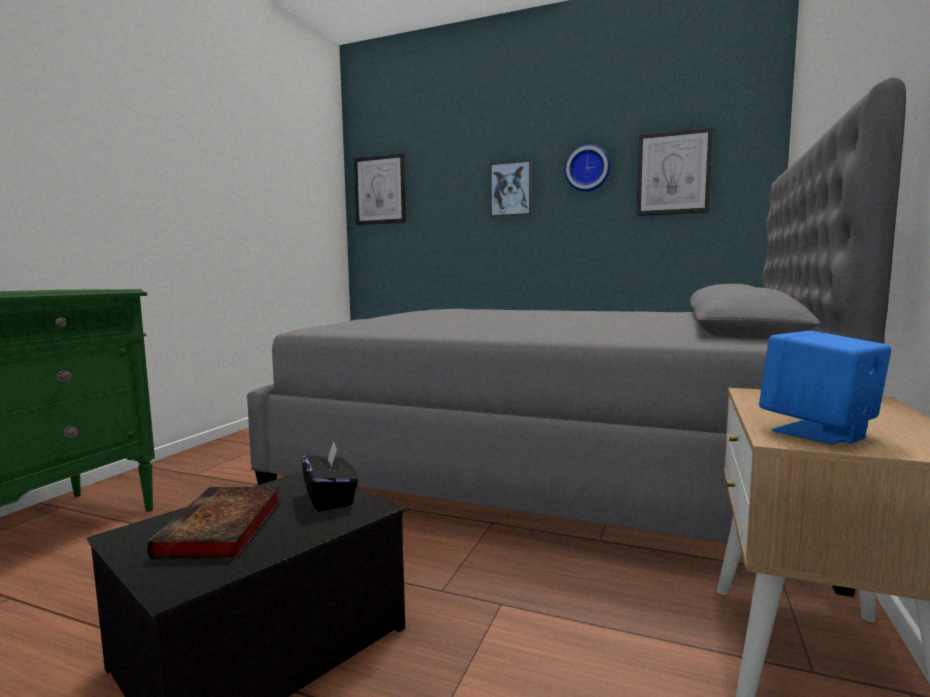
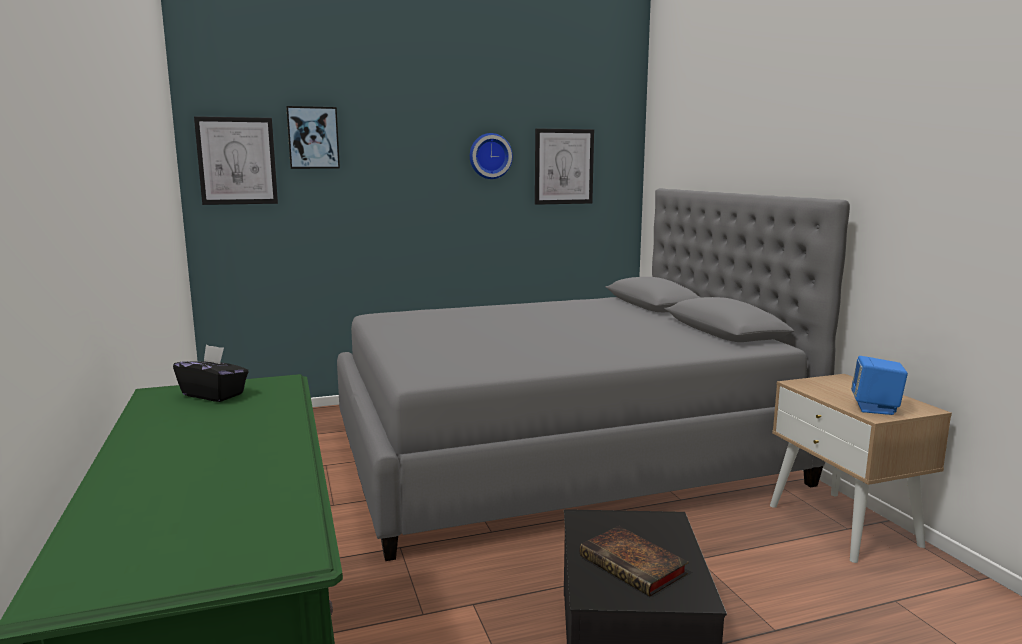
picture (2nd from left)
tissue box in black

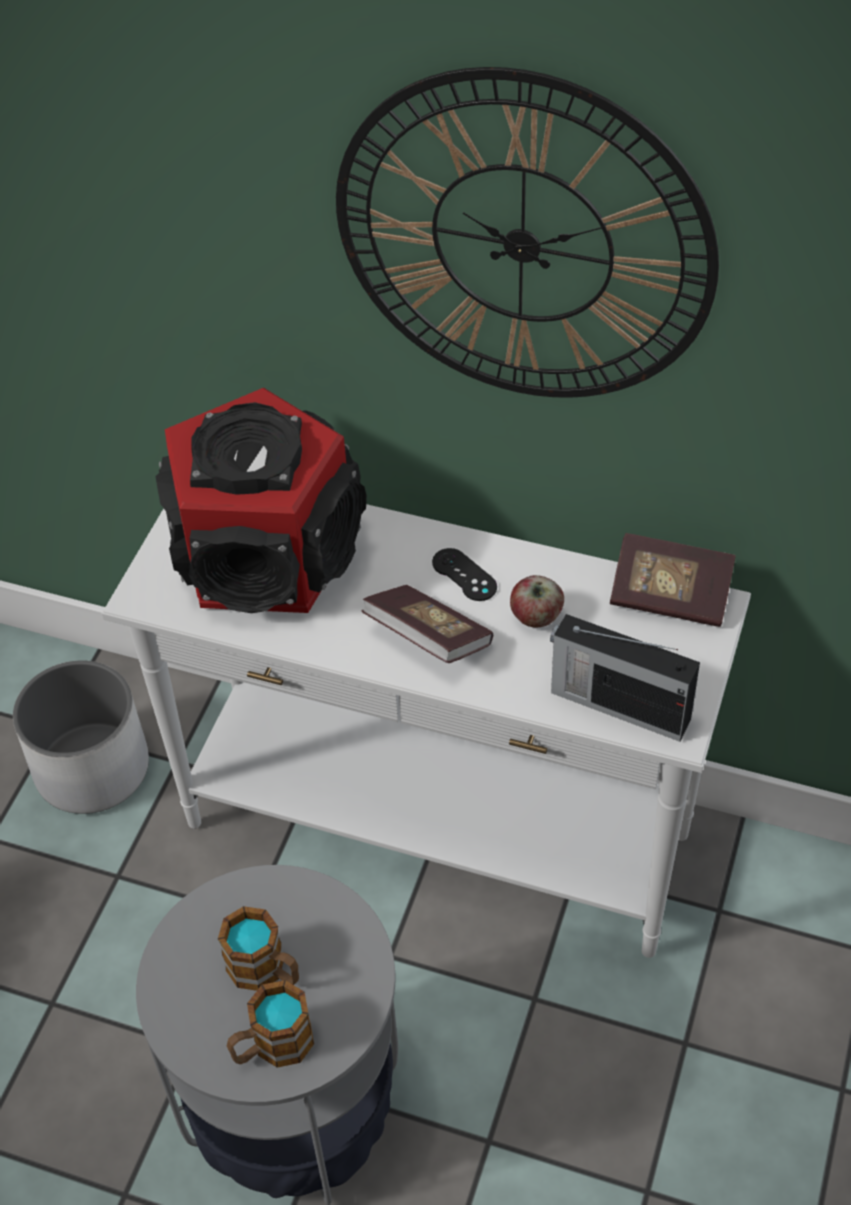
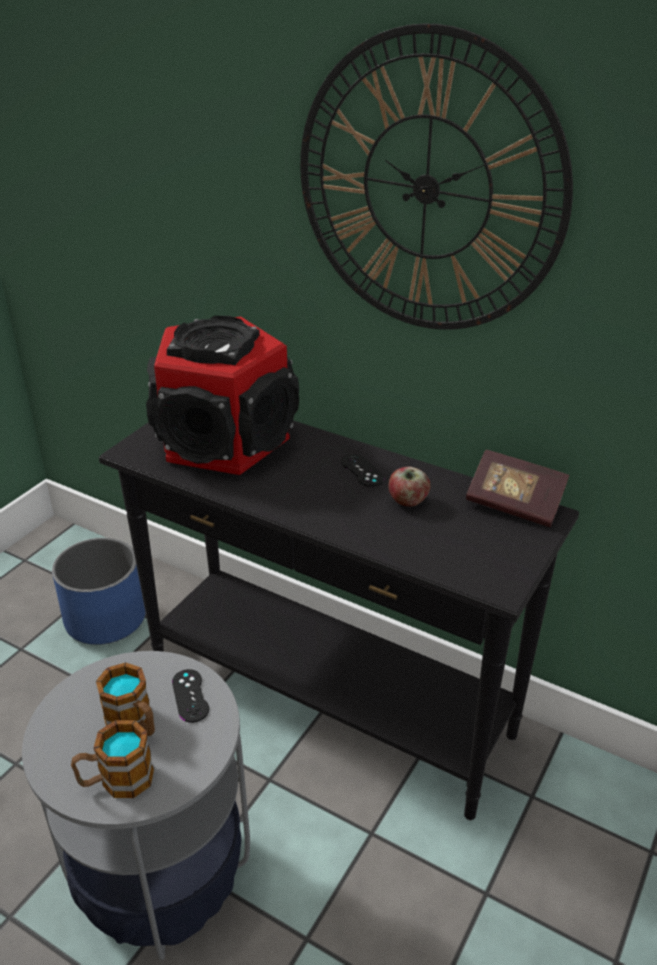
console table in black
book (1st from left in the first image)
radio
planter in blue
game controller in black (1st from left)

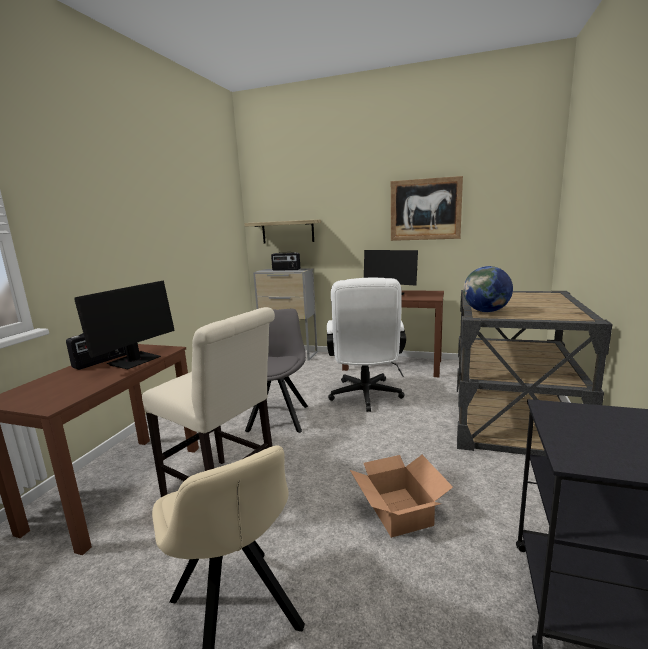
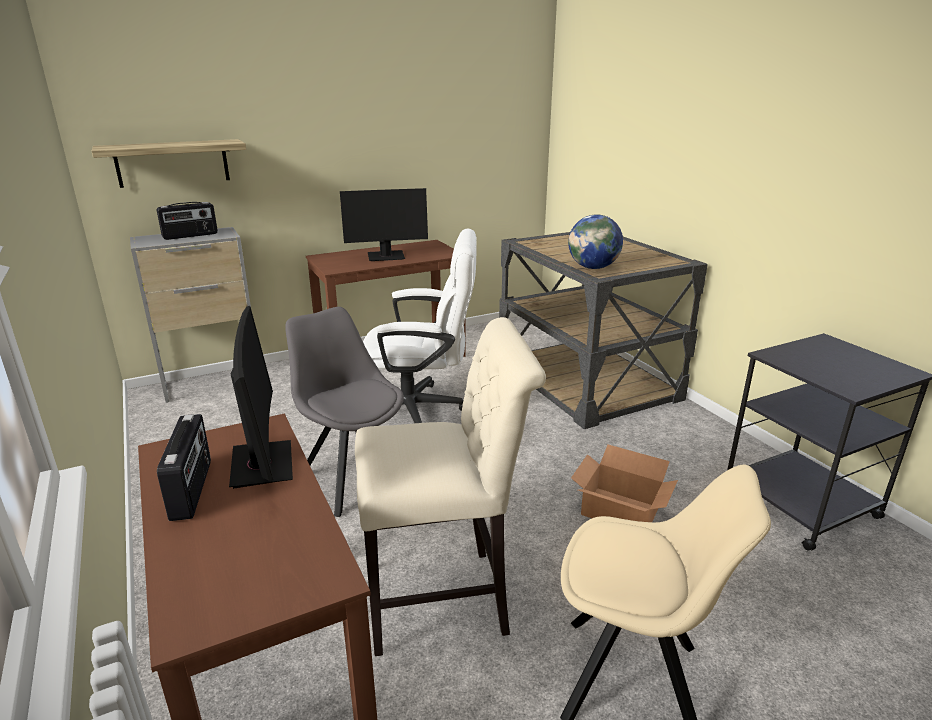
picture
office chair in white

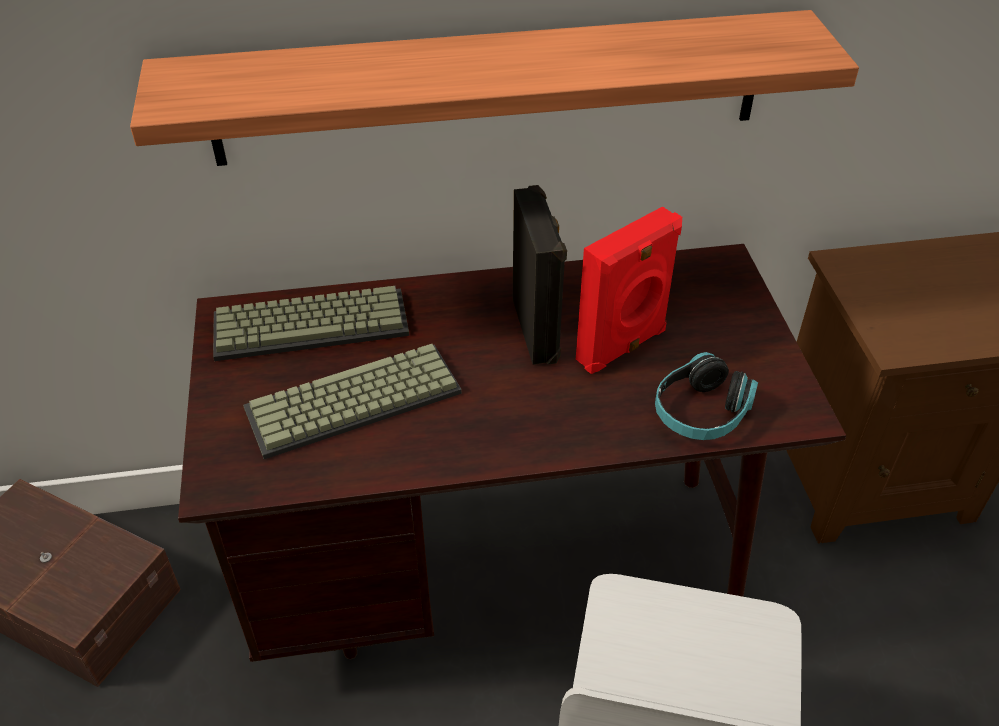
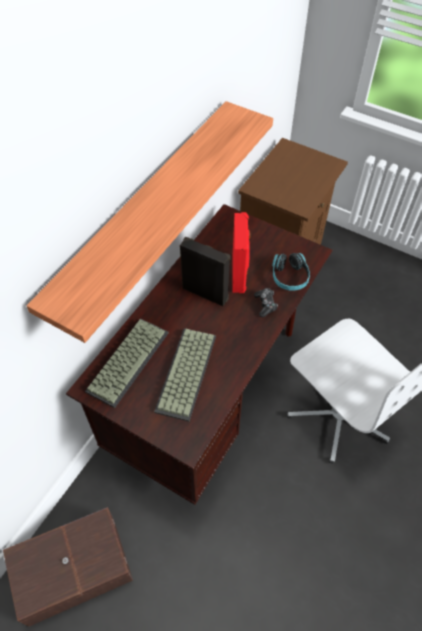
game controller

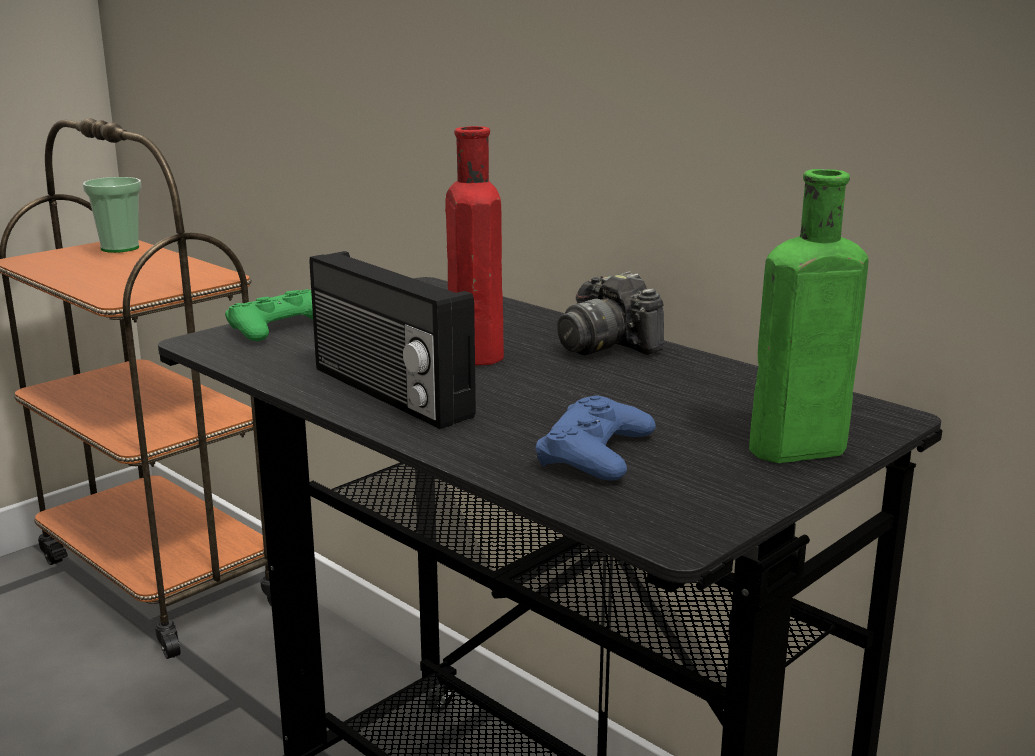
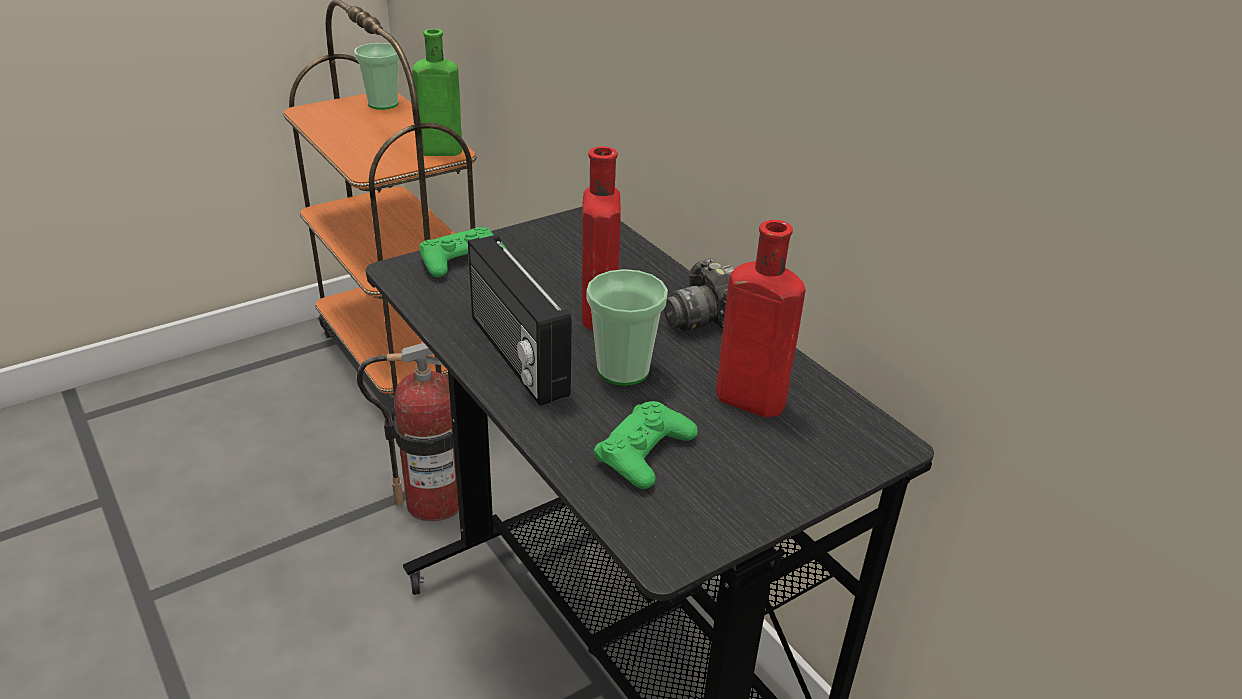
bottle in green
game controller in green (2nd from left)
bottle in red (2nd from left)
cup (2nd from left)
fire extinguisher

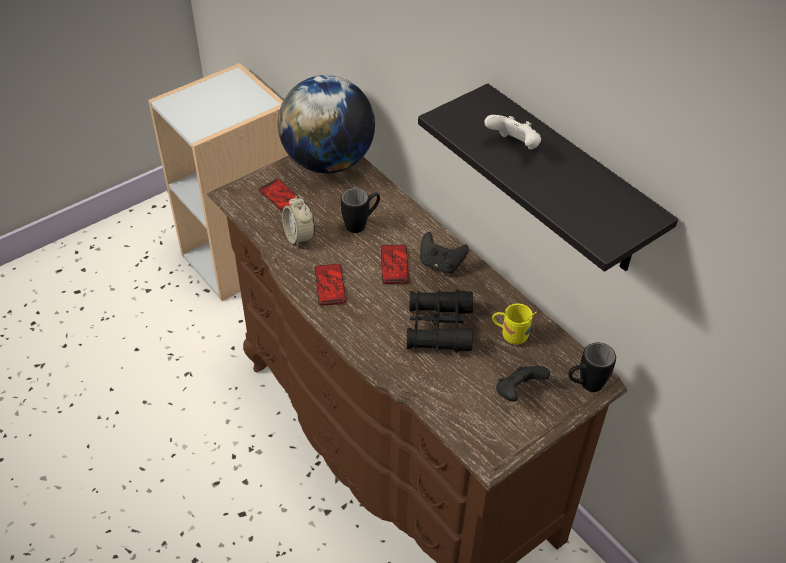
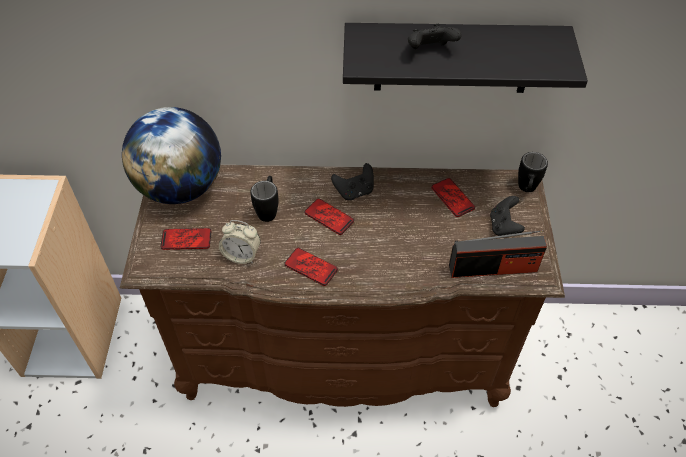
game controller in black (2nd from left)
binoculars in black
phone (4th from left)
radio

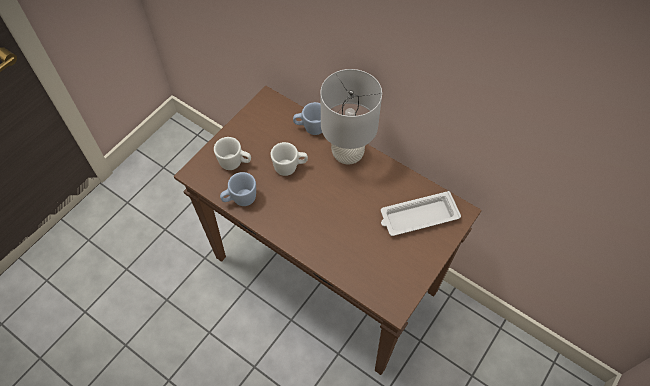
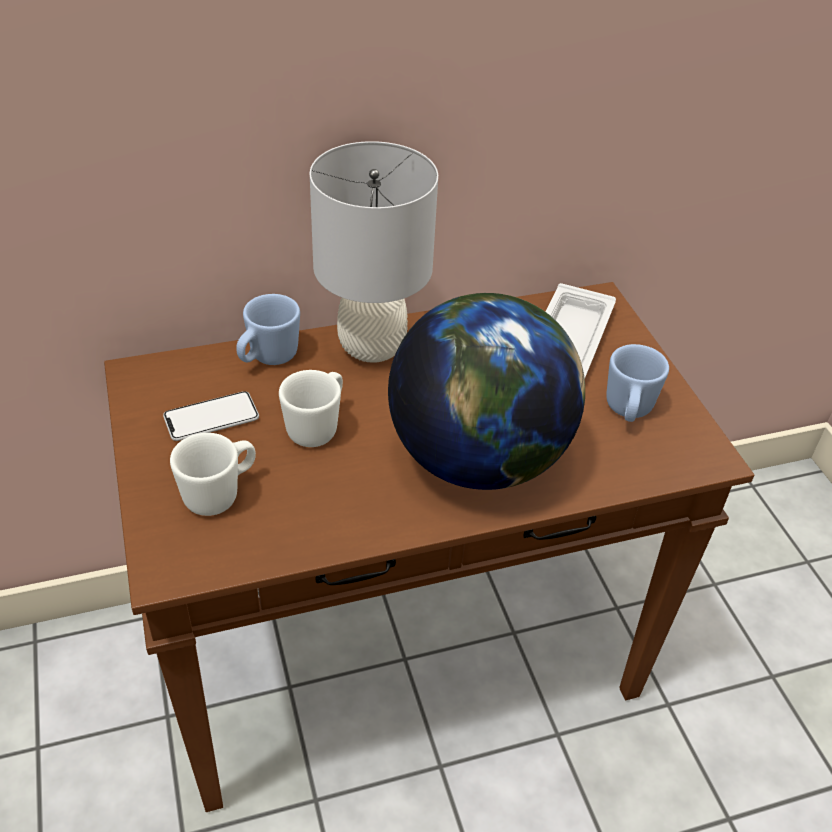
mug in blue (2nd from left)
globe
phone

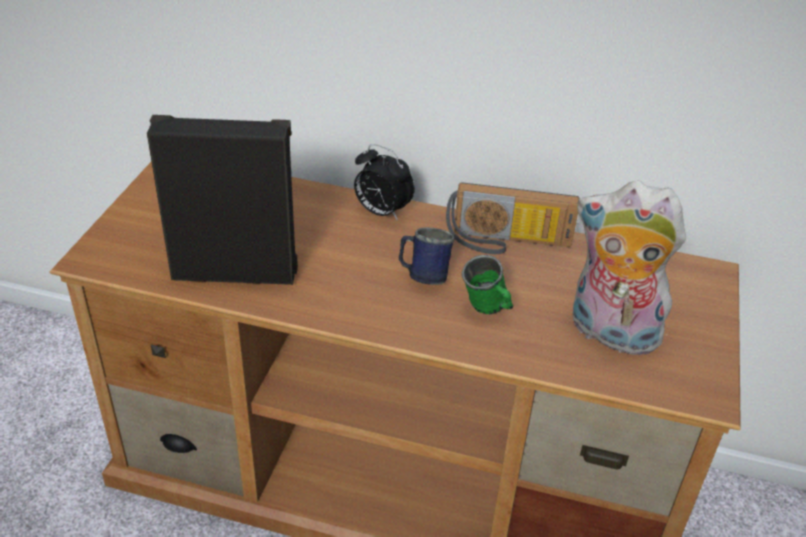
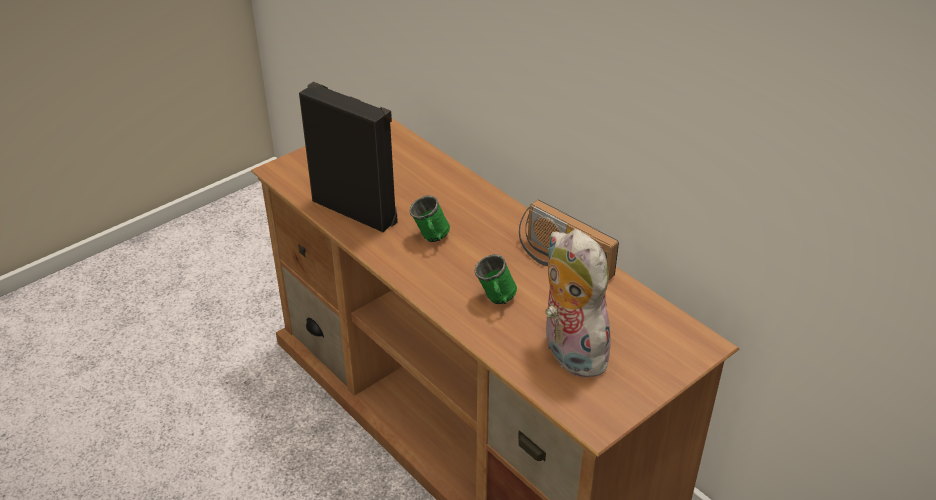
alarm clock
mug in blue
mug in green (1st from left)

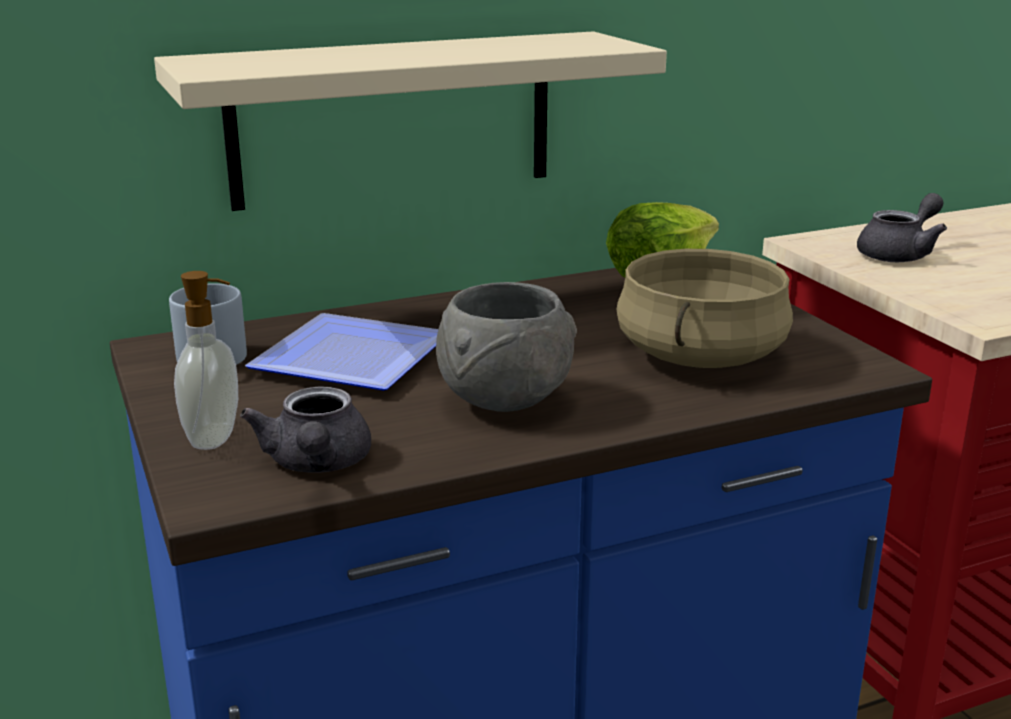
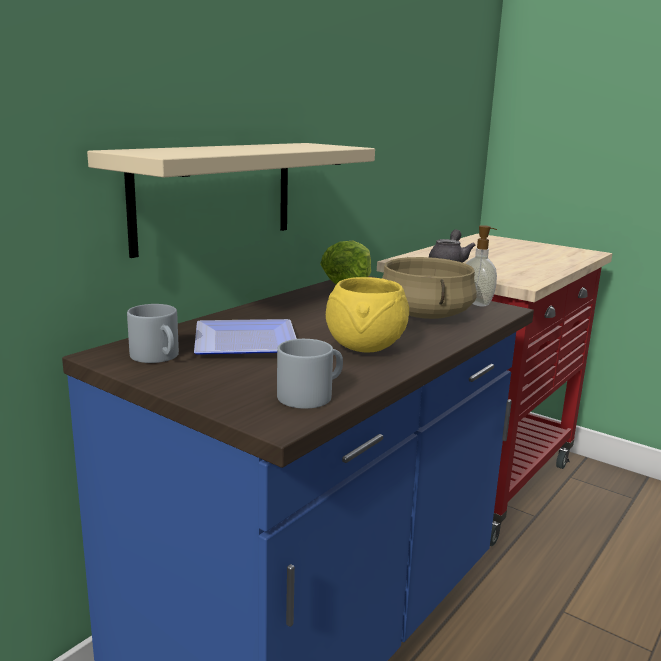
soap dispenser
bowl in yellow
mug in grey (2nd from left)

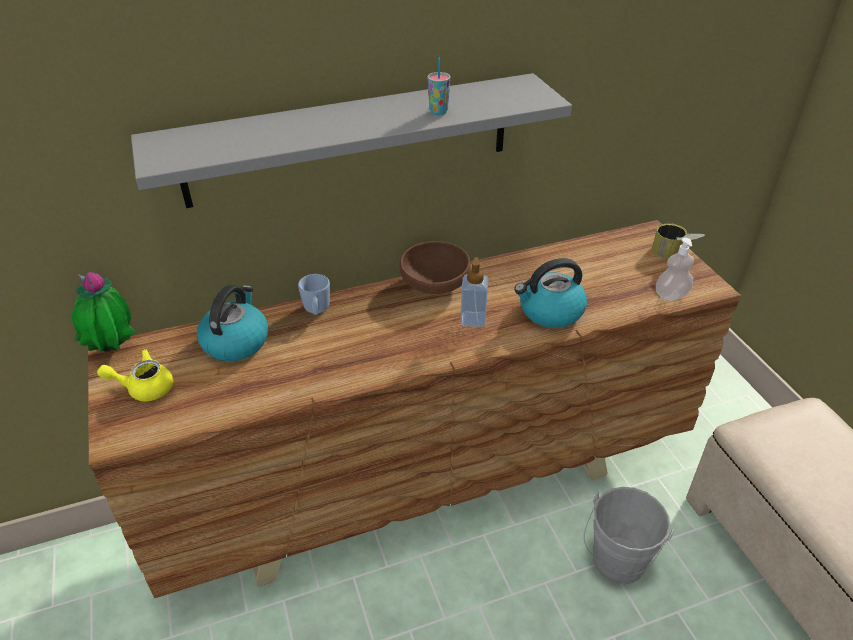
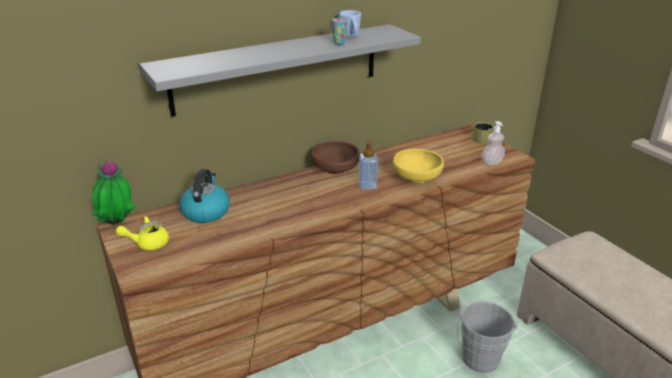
bowl in yellow
mug in blue

